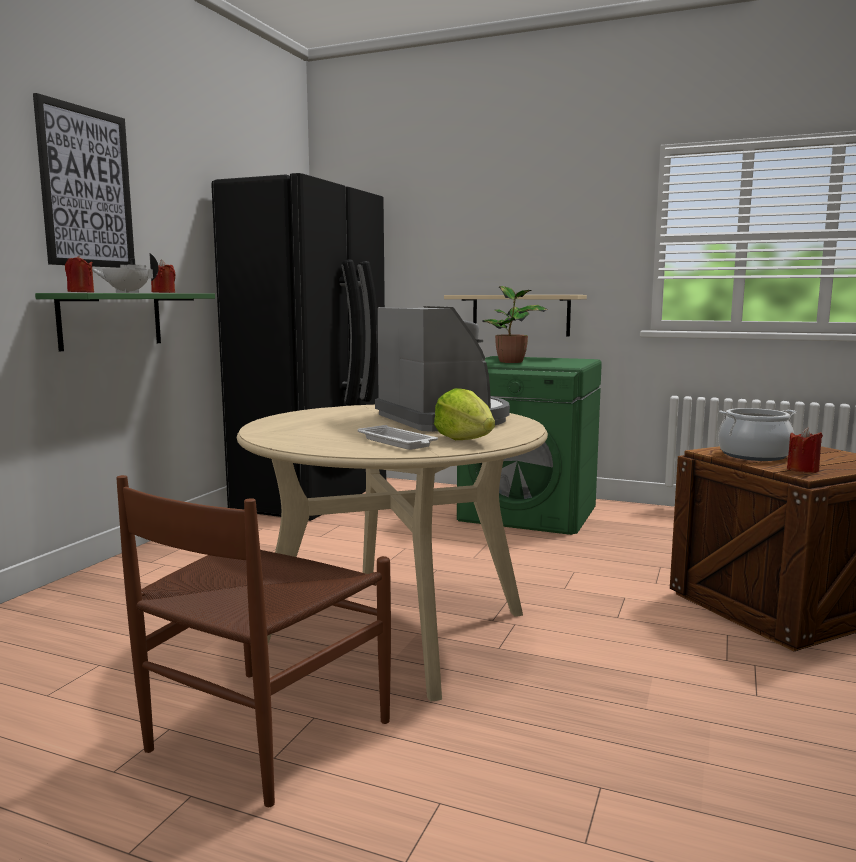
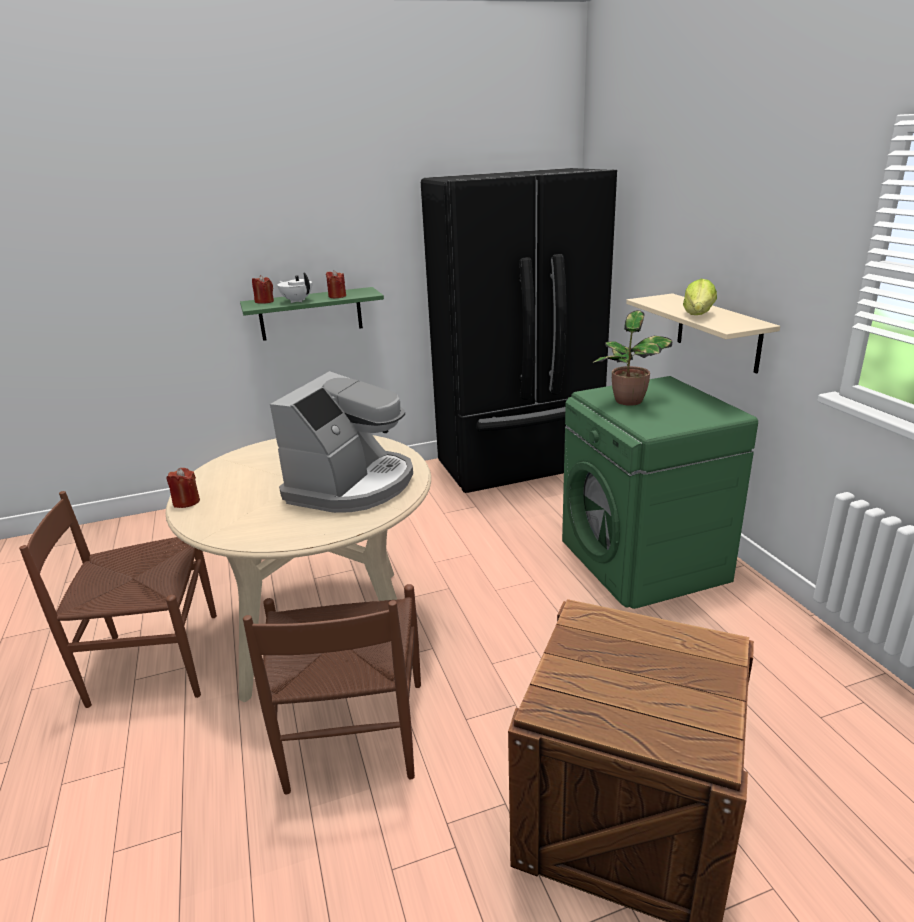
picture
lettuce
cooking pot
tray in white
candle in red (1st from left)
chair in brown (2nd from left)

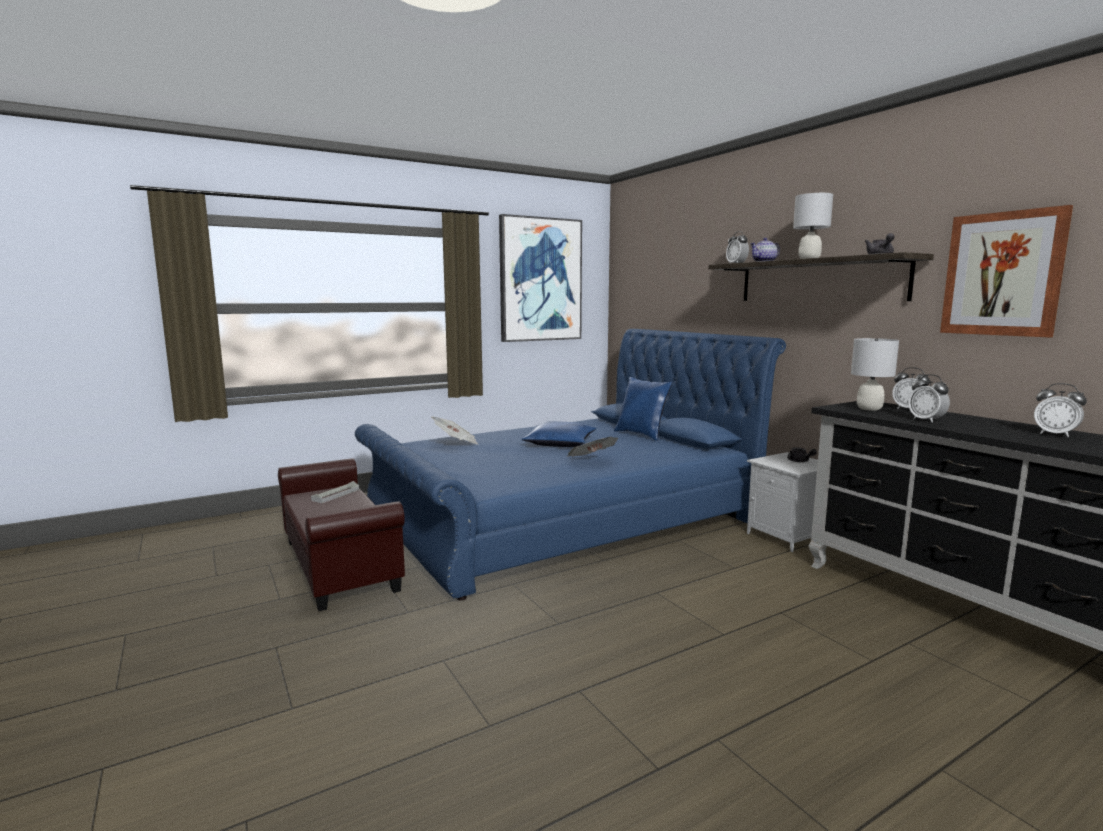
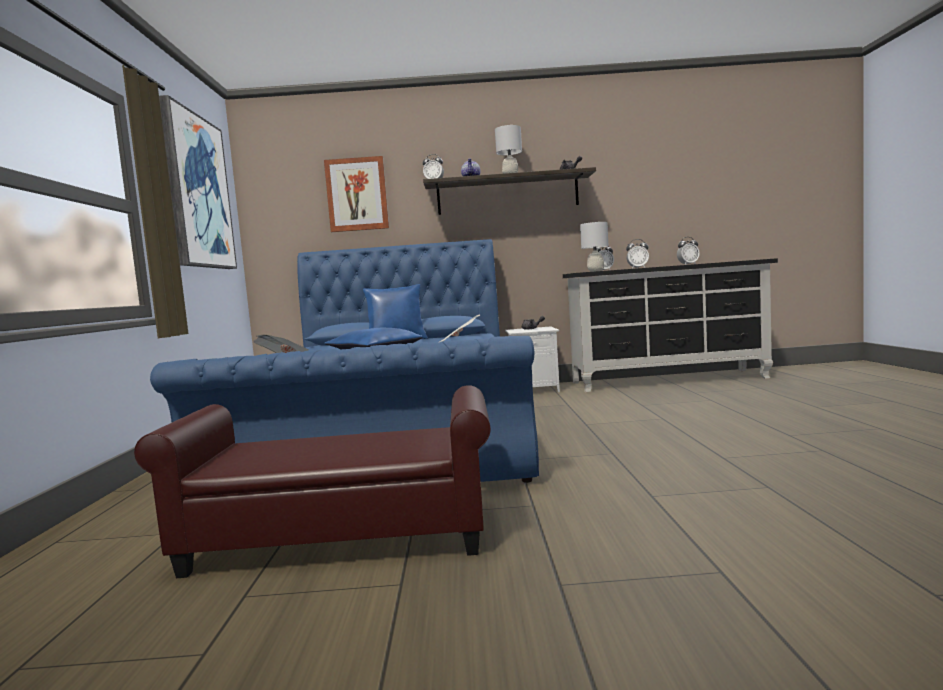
picture (2nd from left)
tray in grey

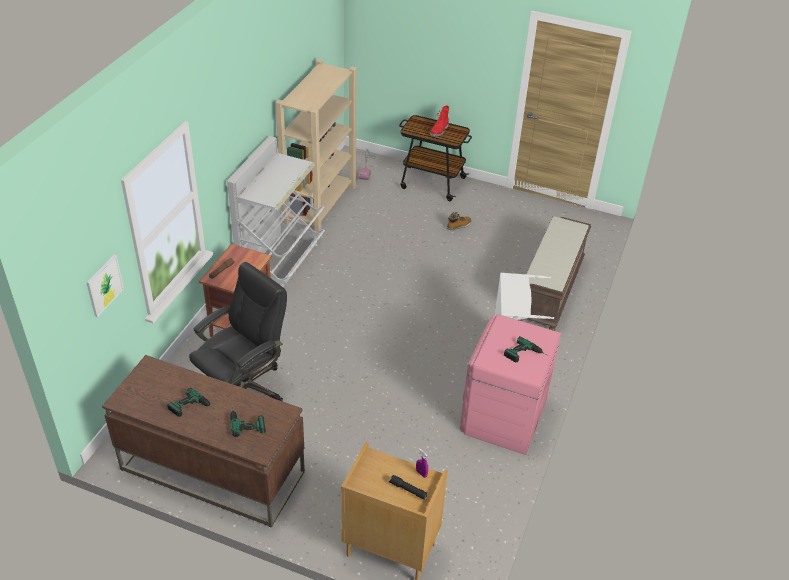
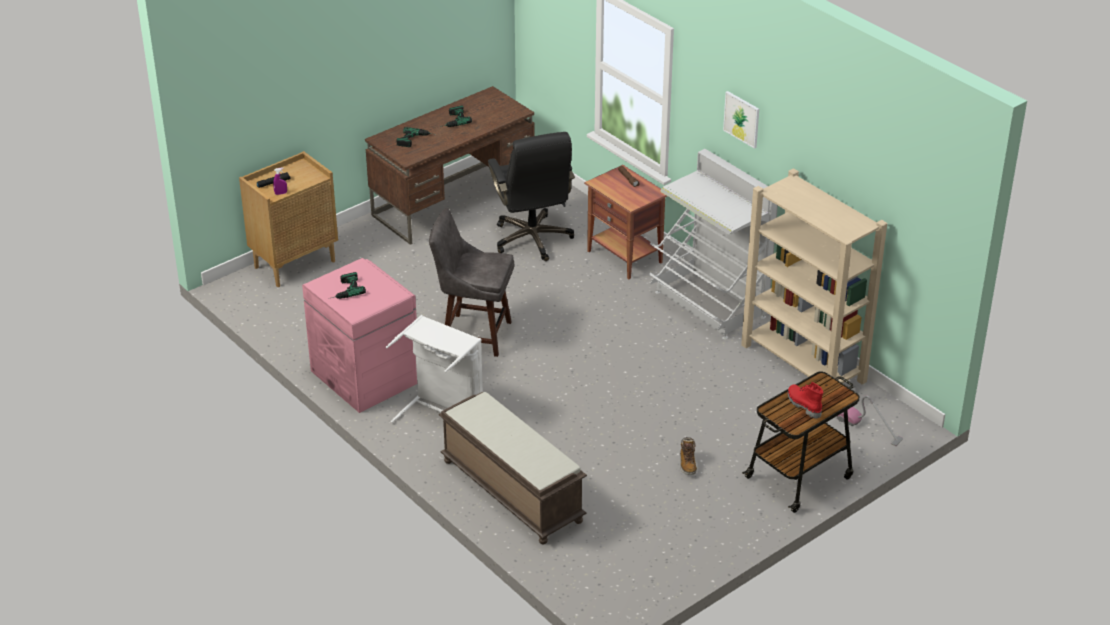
picture
stool in grey

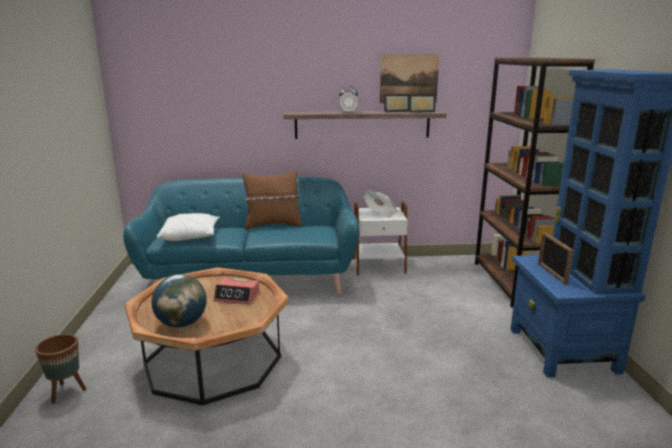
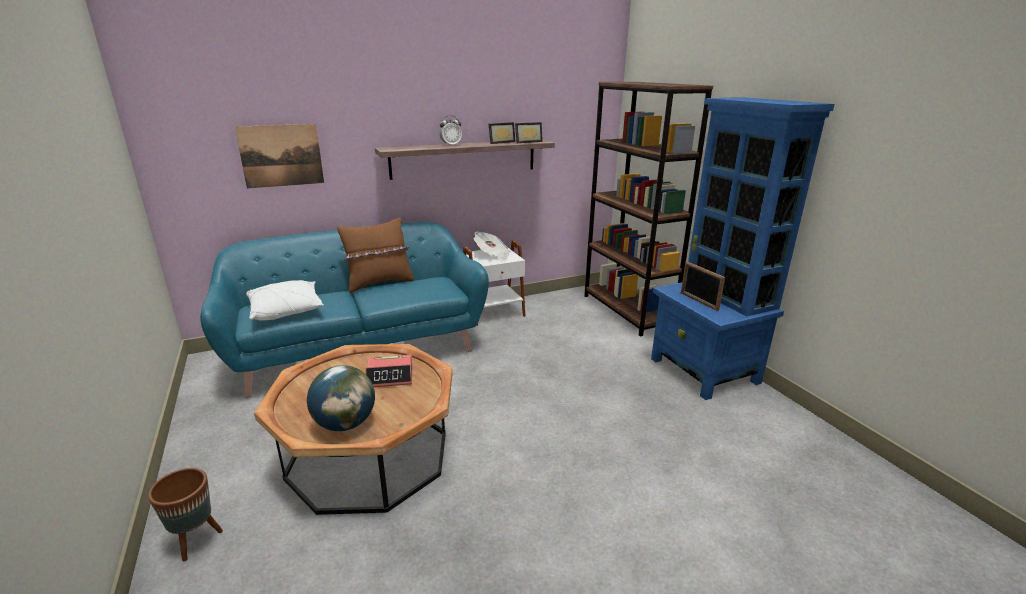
picture

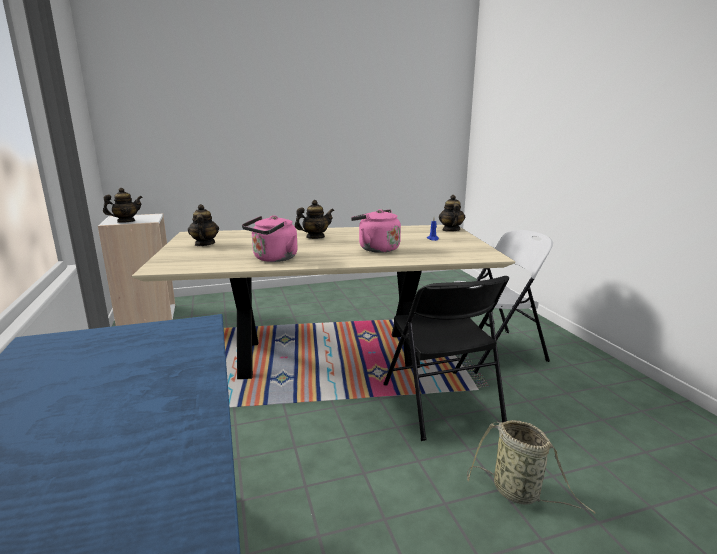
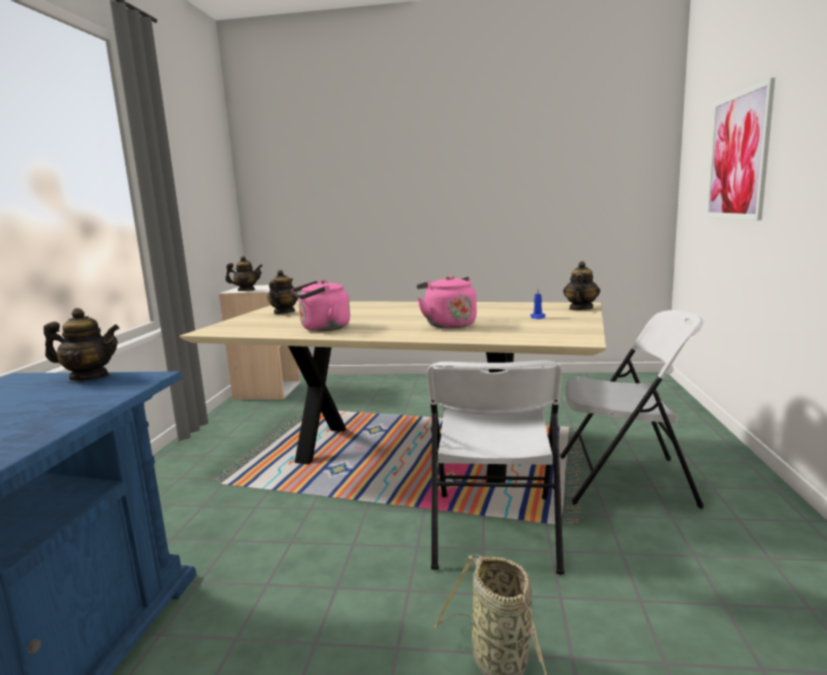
teapot (1st from left)
chair in white (1st from left)
picture

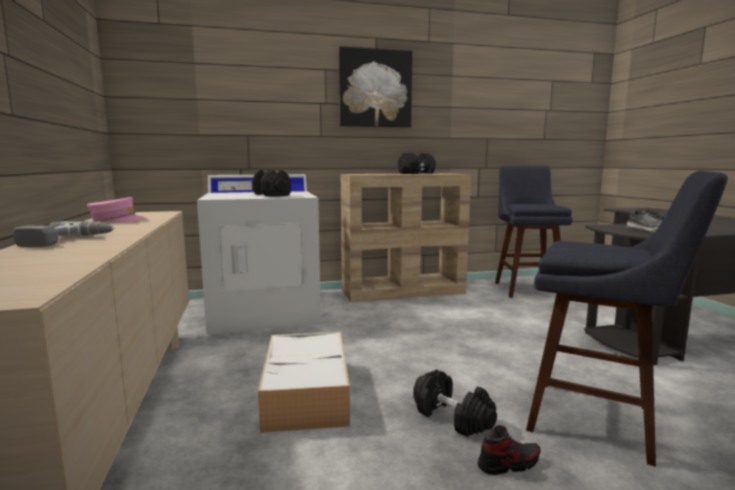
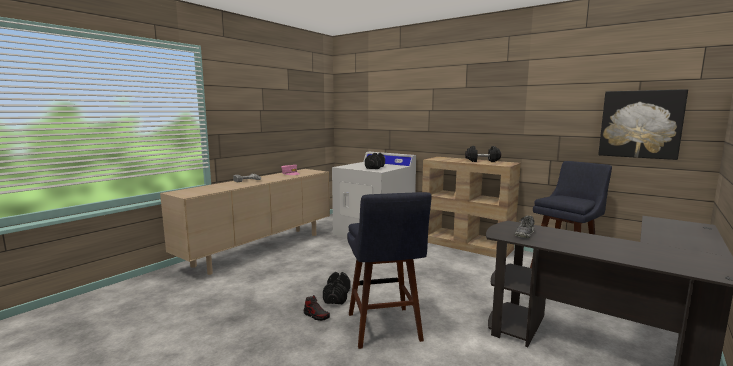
picture
storage box

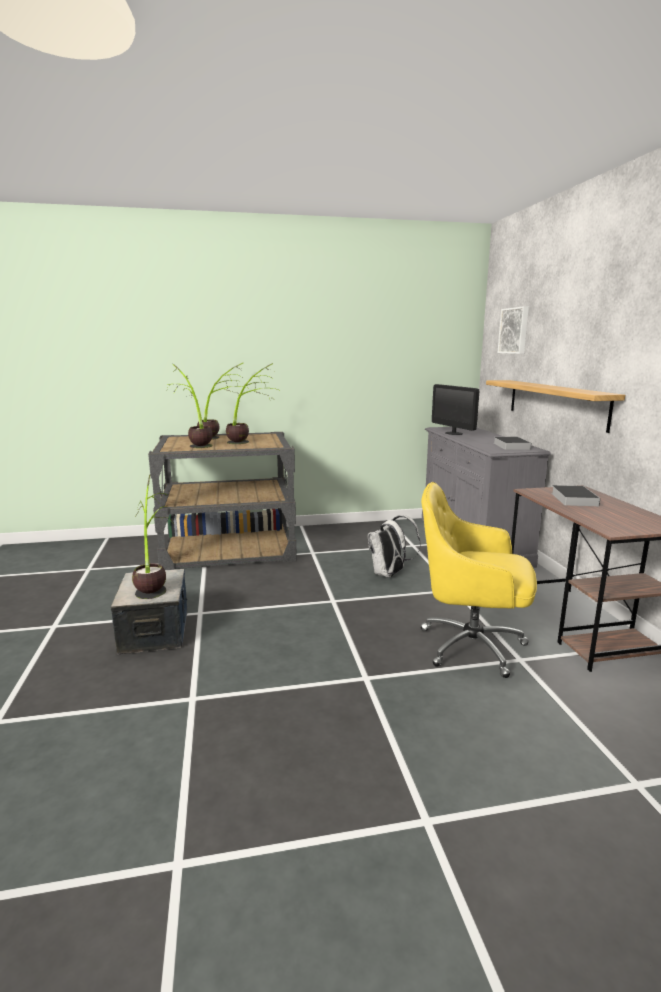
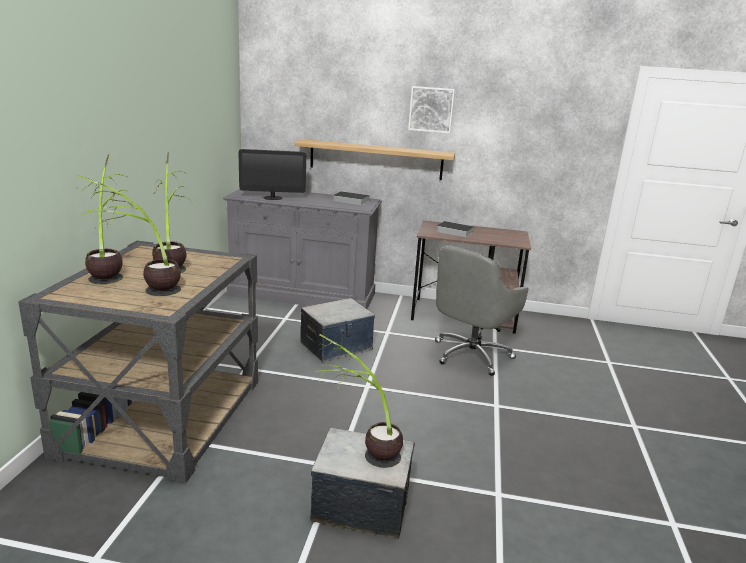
picture
office chair in grey
storage box (1st from left)

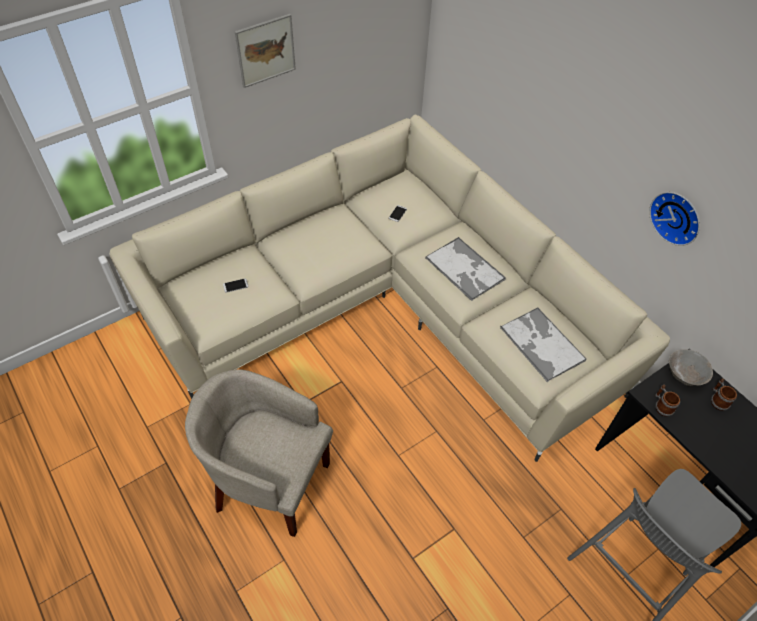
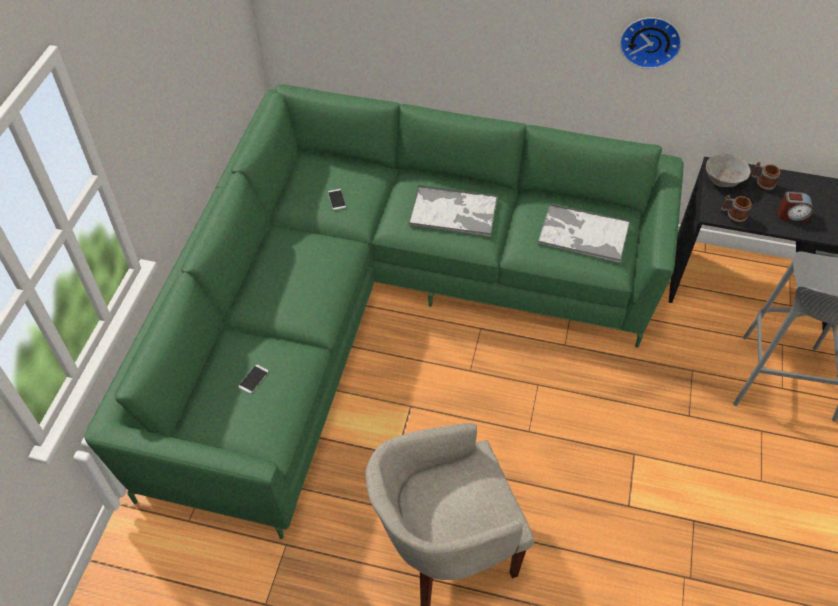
picture
sofa in green
alarm clock

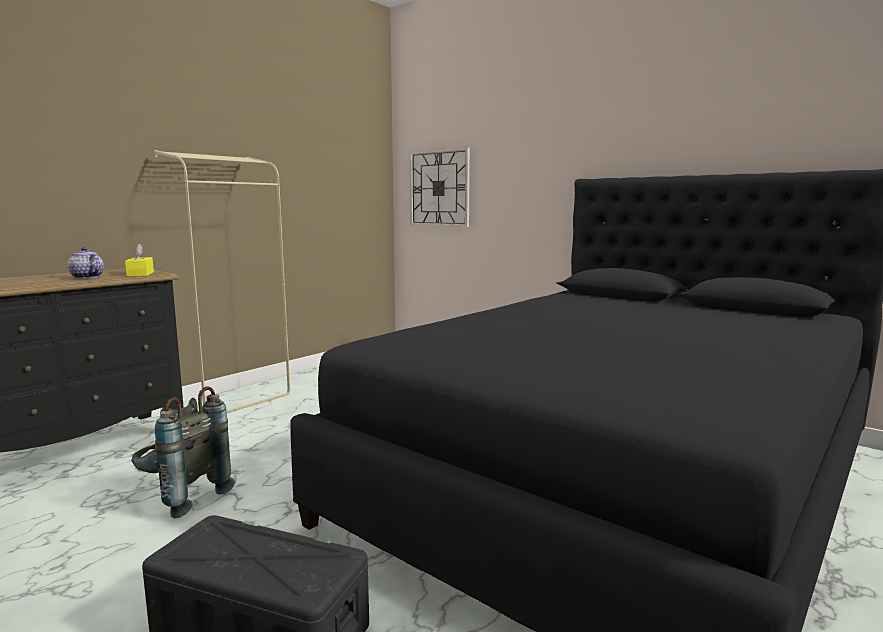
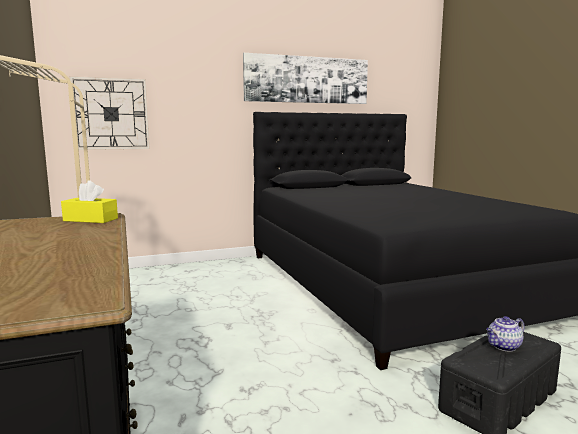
teapot
backpack in grey
picture

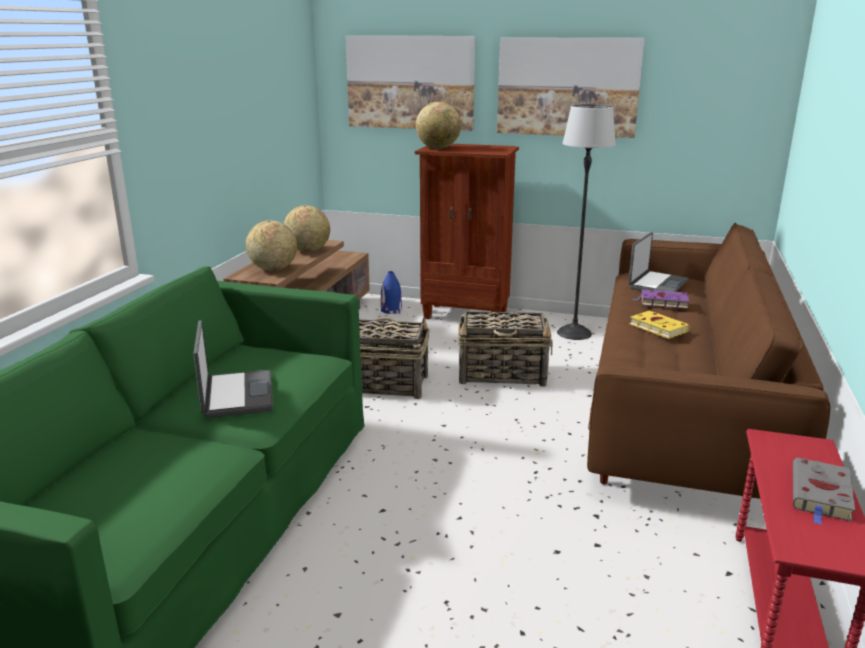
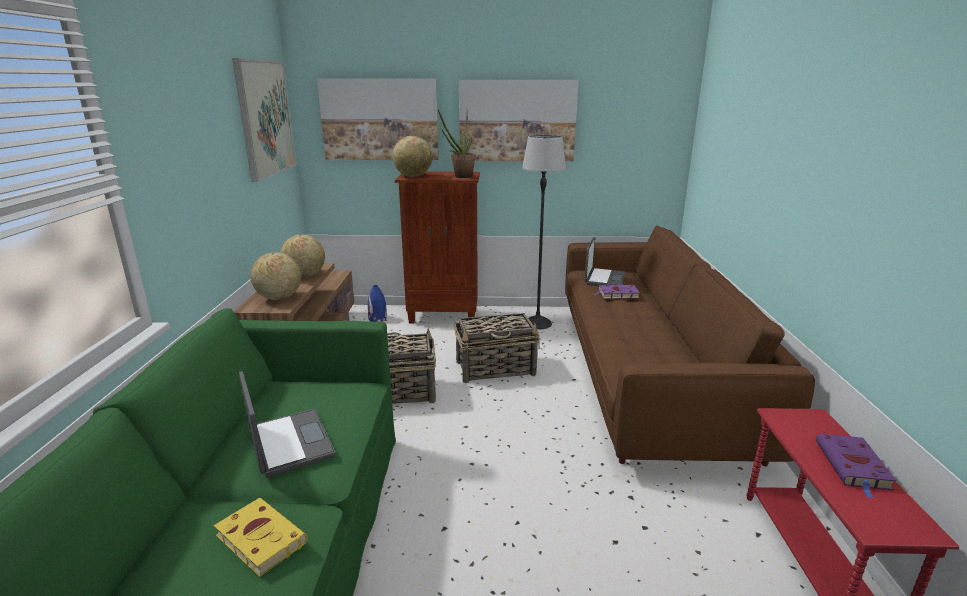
book in yellow
book in purple (2nd from left)
picture (1st from left)
potted plant

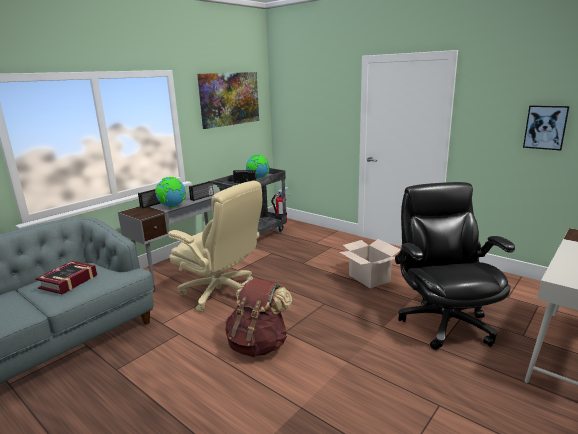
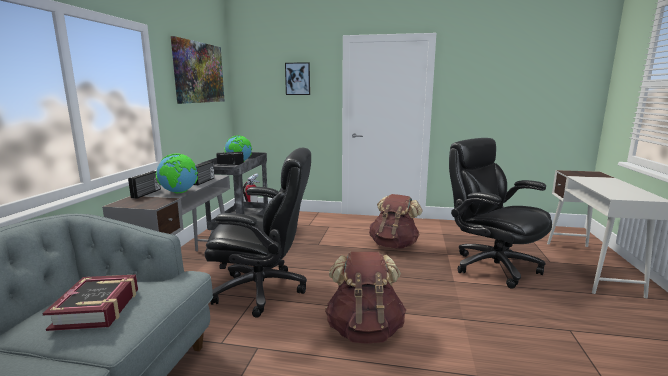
picture (2nd from left)
office chair in black (1st from left)
backpack in brown (2nd from left)

